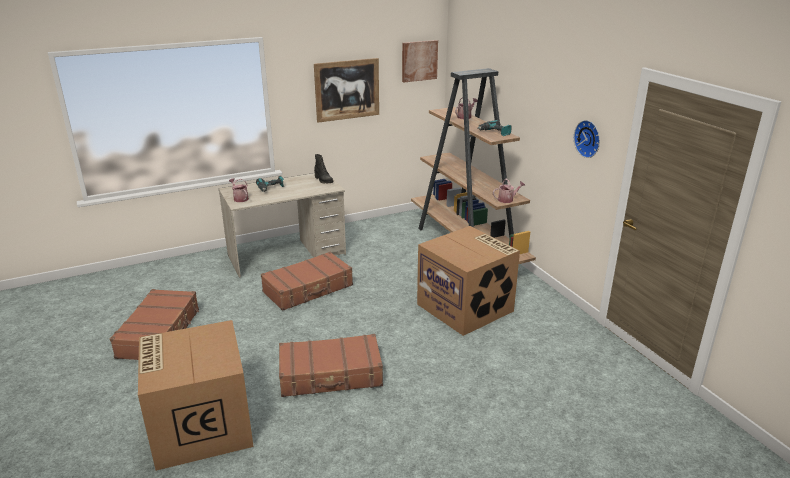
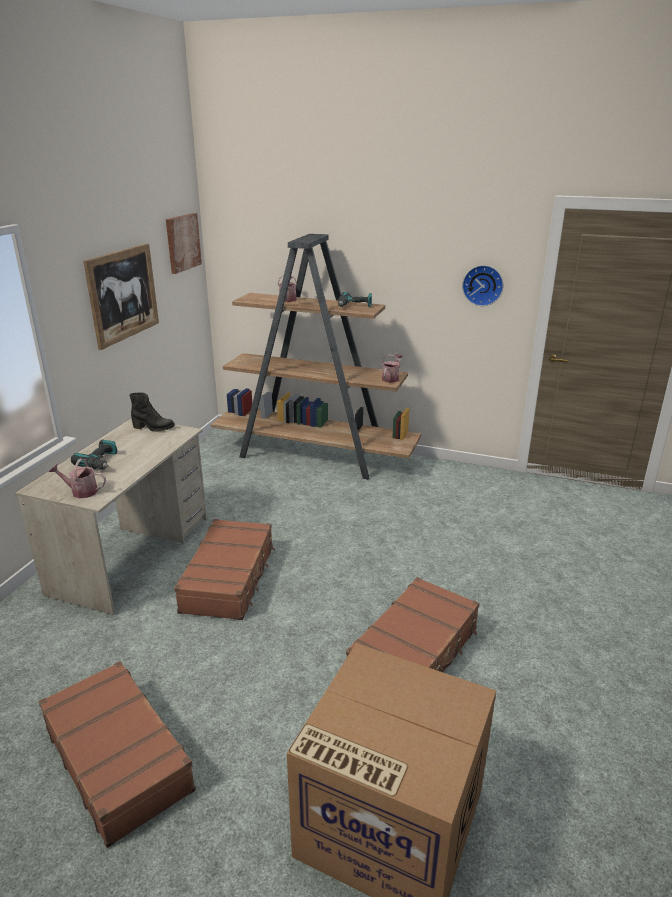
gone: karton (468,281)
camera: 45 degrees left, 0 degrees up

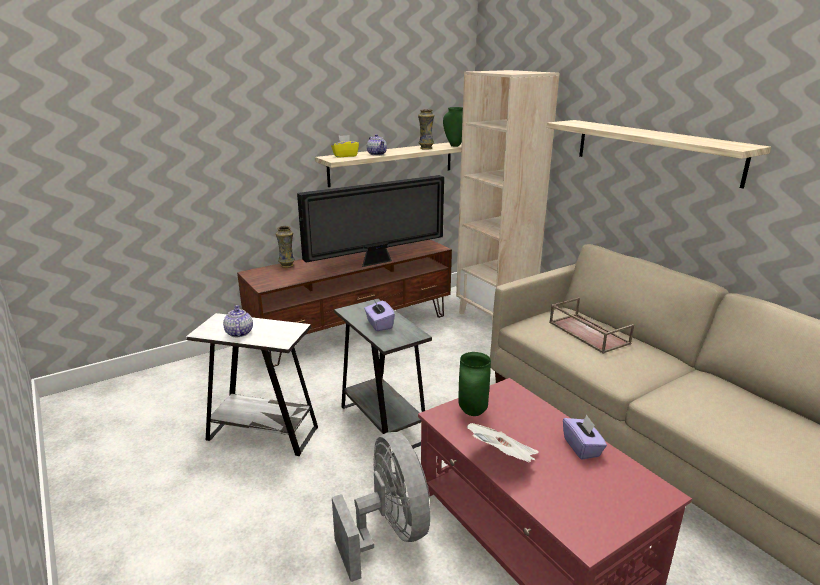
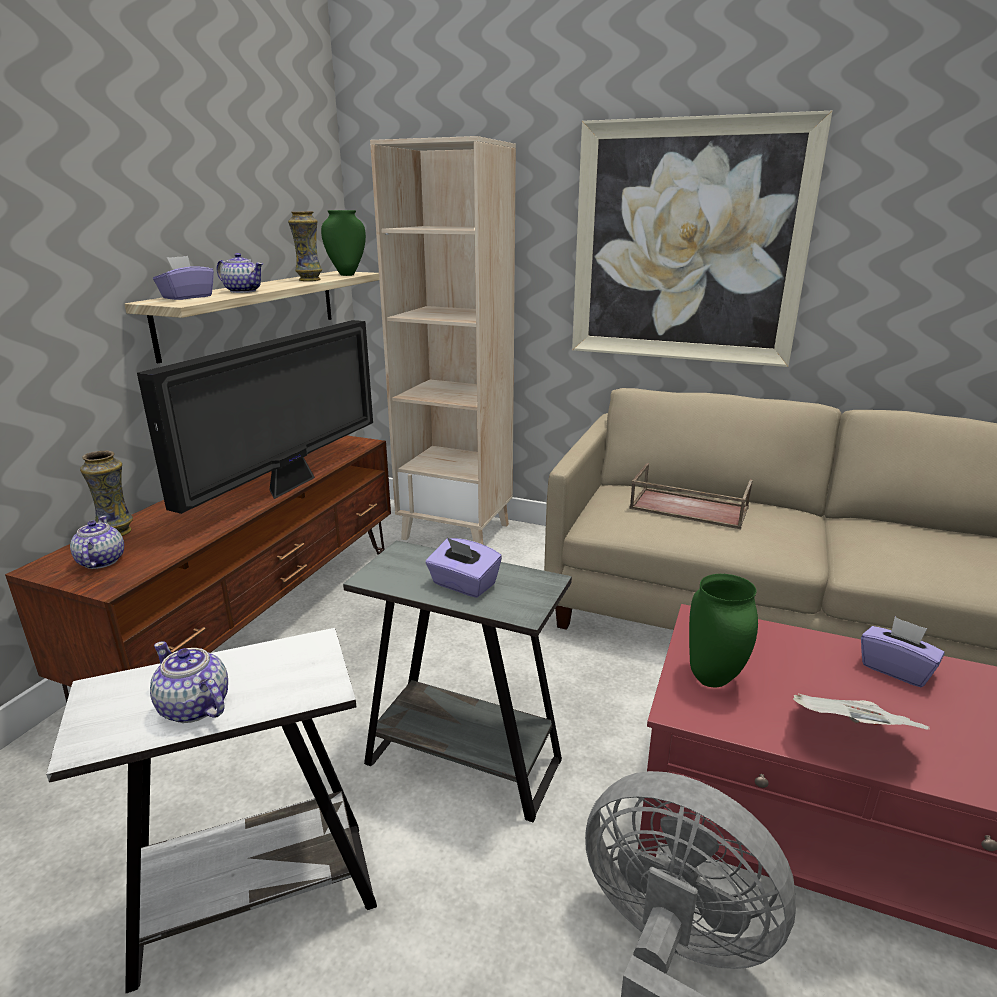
new: imbryk (97,542)
swapped: półka (659,154) to obraz (702,239)
repainted: pudełko chusteczek/żółty (345,146) to pudełko chusteczek/fioletowy (183,278)
camera: 35 degrees left, 0 degrees up

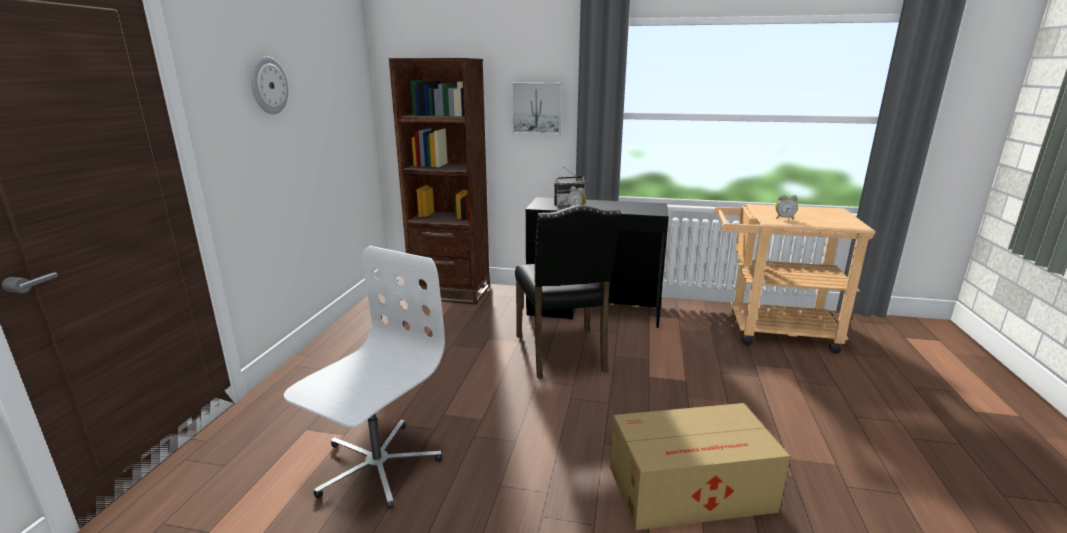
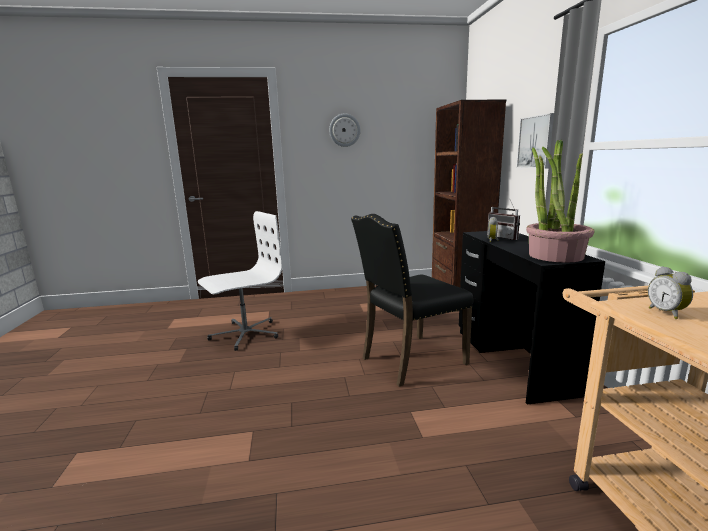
gone: karton (700,466)
new: roślina doniczkowa (560,201)
rotated: krzesło biurowe/biały (364,377) = (240,281) 45 degrees counterclockwise
camera: 70 degrees right, 5 degrees down

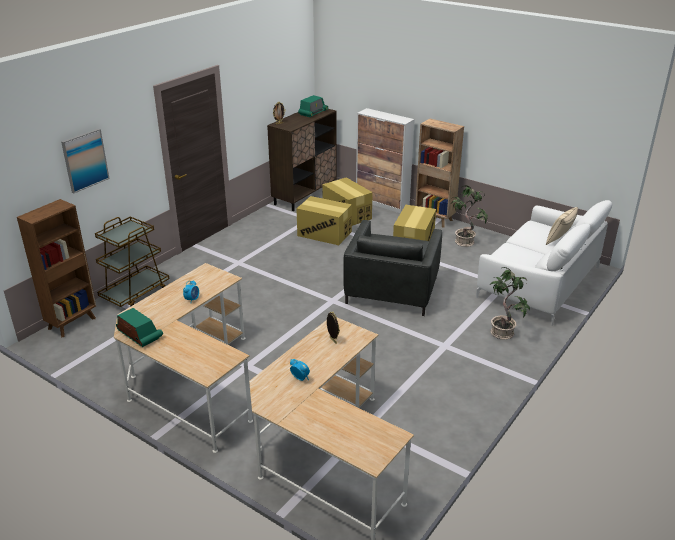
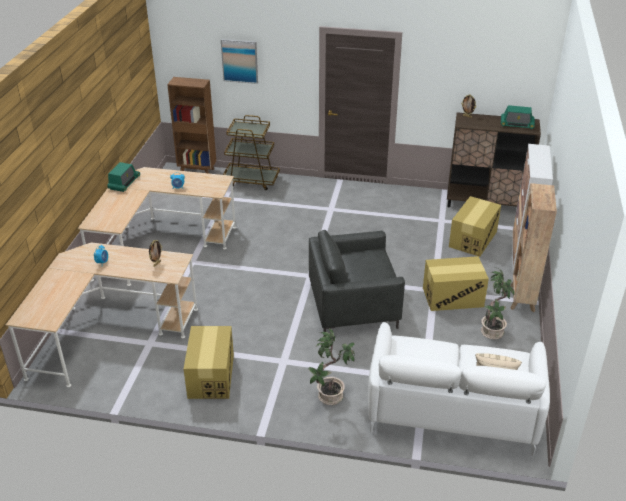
shifted: karton (324,220) to (209,362)
camera: 65 degrees right, 5 degrees up

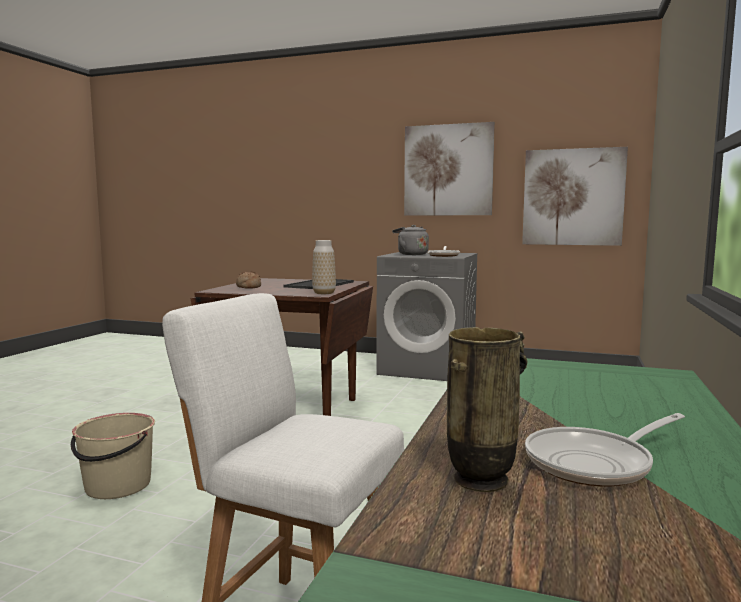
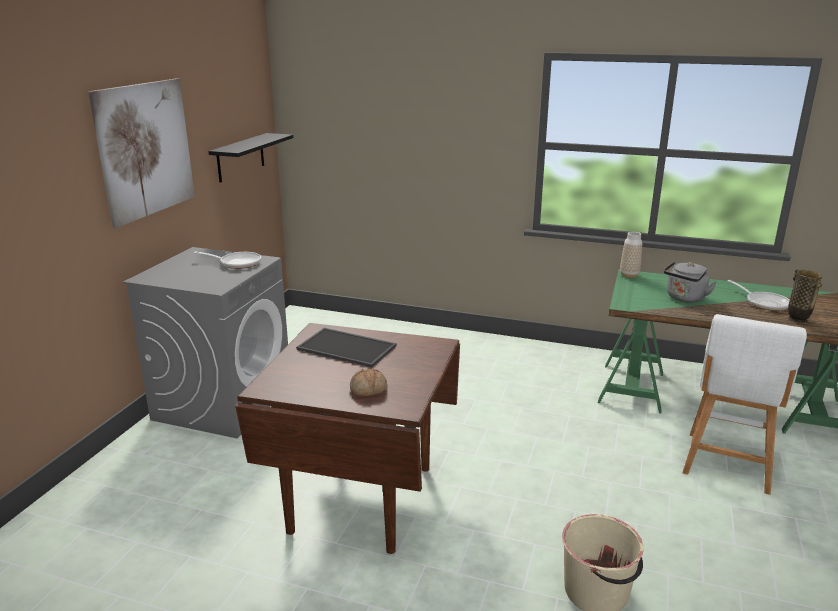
shifted: wazon (324,267) to (631,255); czajnik/szary (410,240) to (690,281)
swapped: obraz (575,196) to półka/czarny (250,158)
camera: 90 degrees left, 15 degrees up

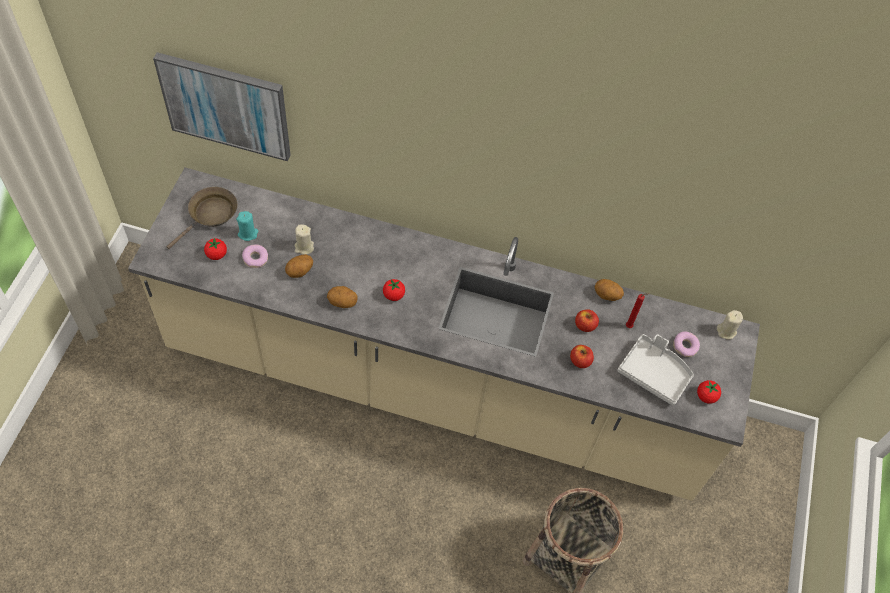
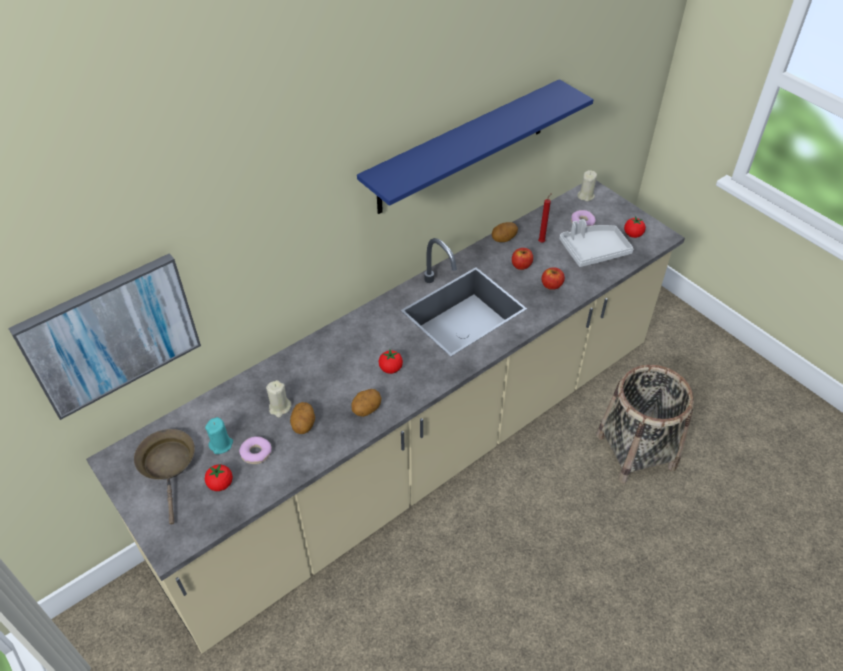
new: półka/niebieski (475,146)
camera: 50 degrees left, 10 degrees down

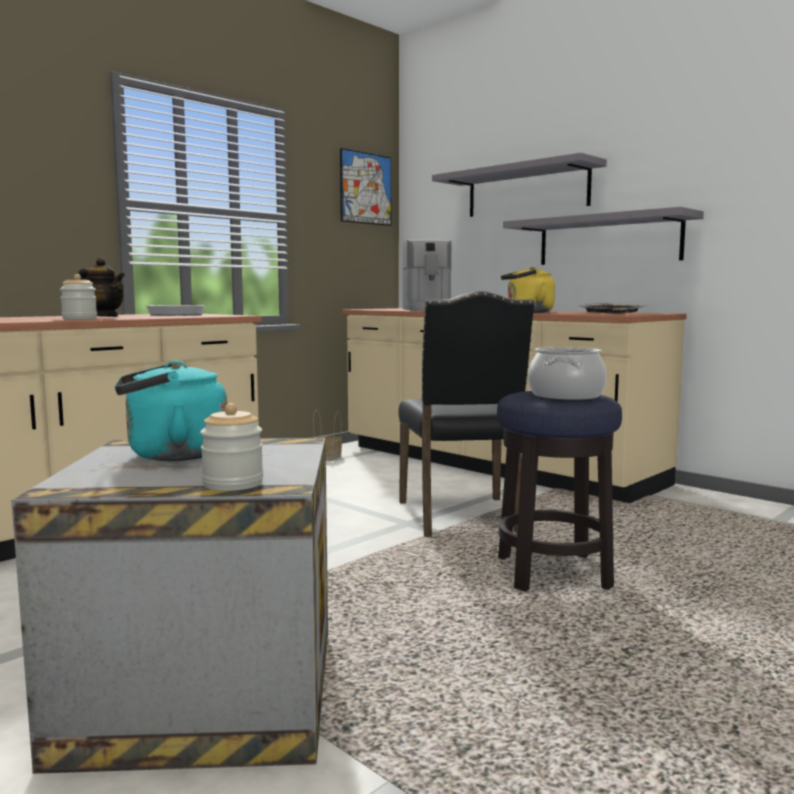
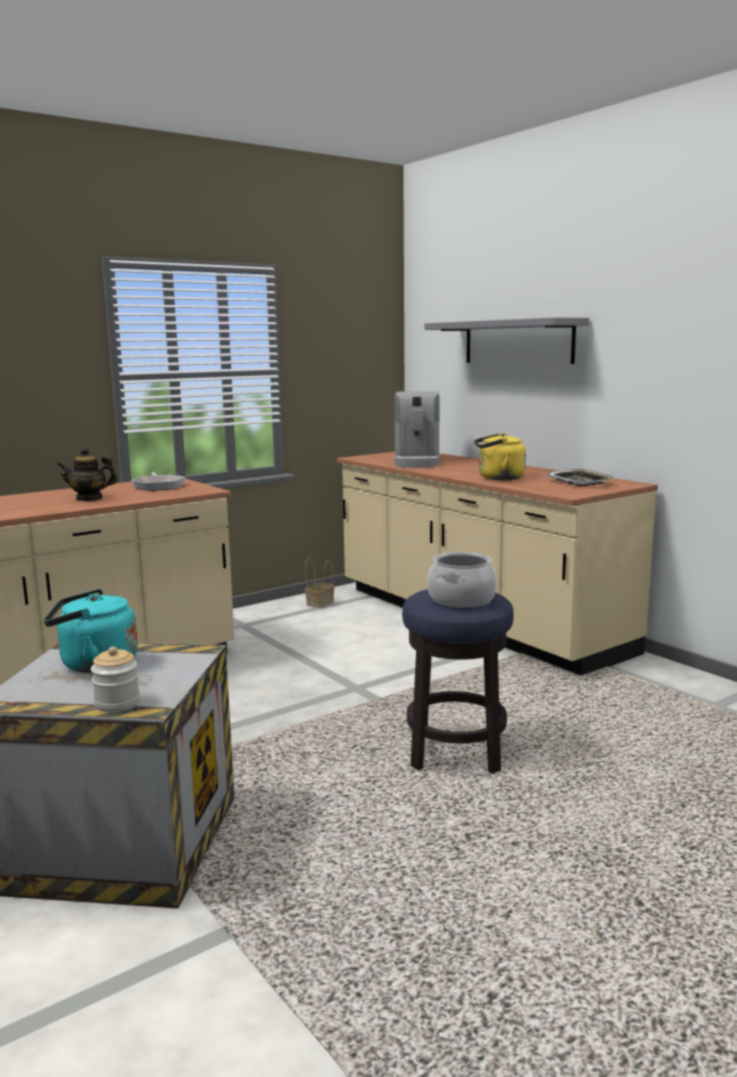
gone: słoik (78,296); obraz (365,187); krzesło/czarny (466,414); półka/szary (603,236)
rotated: imbryk (101,287) = (87,474) 135 degrees clockwise
camera: 10 degrees right, 5 degrees up

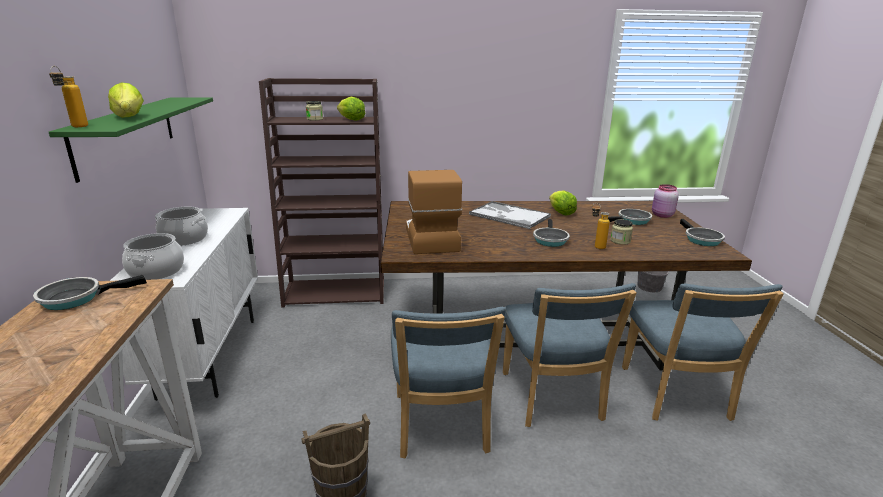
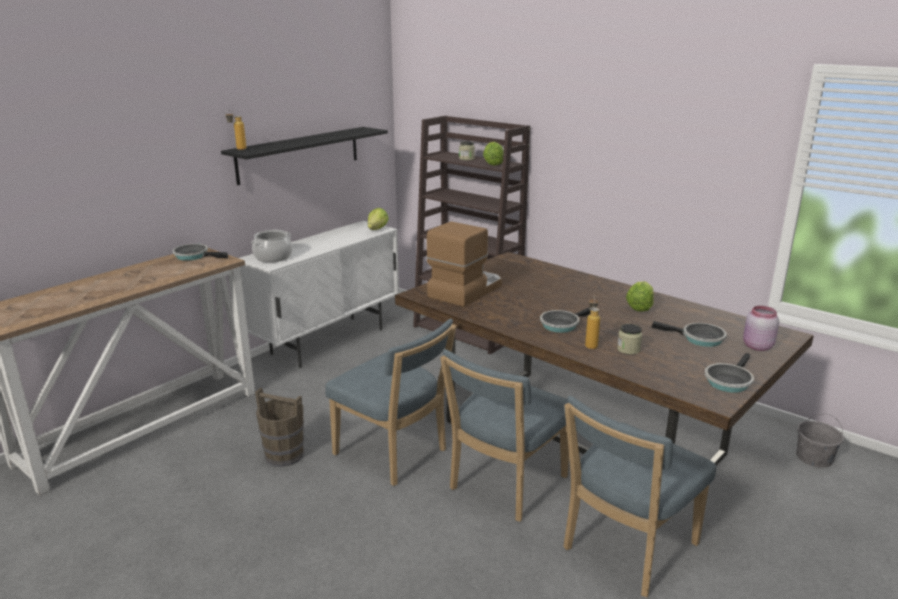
gone: garnek (181,226); taca (510,215)
shifted: sałata (126,100) to (378,219)
repainted: półka/zielony (131,140) to półka/czarny (304,156)
rotated: krzesło/niebieski (448,382) = (390,402) 90 degrees counterclockwise
camera: 45 degrees right, 0 degrees up

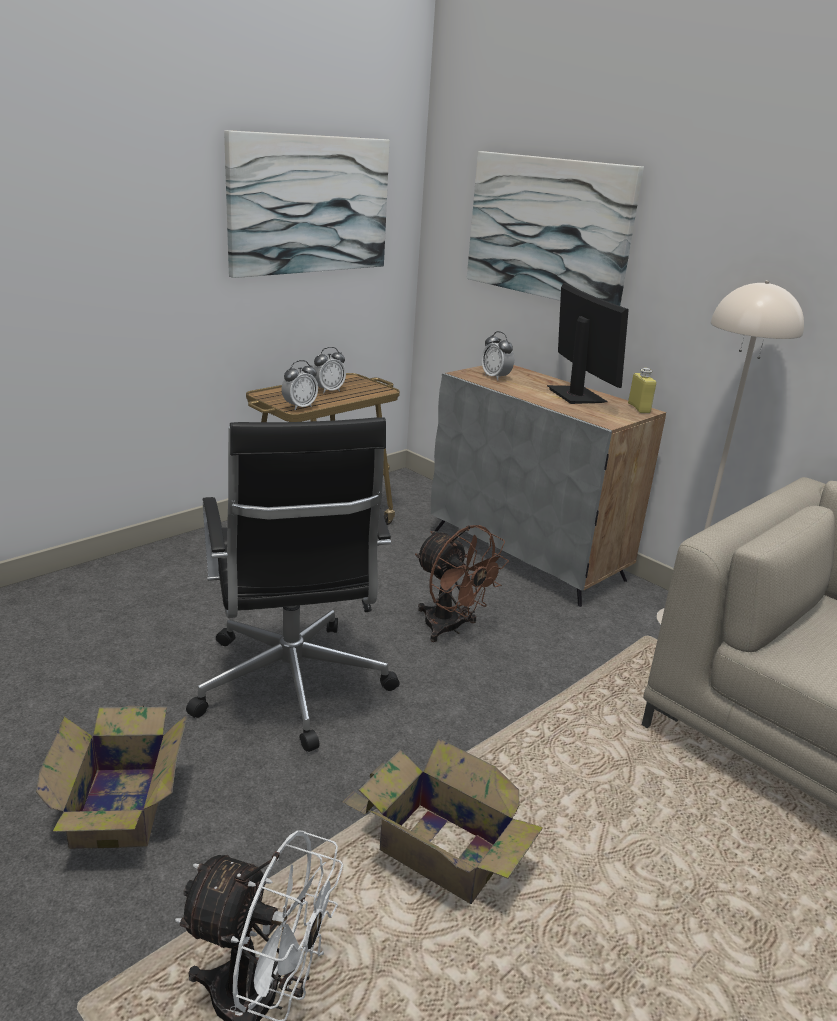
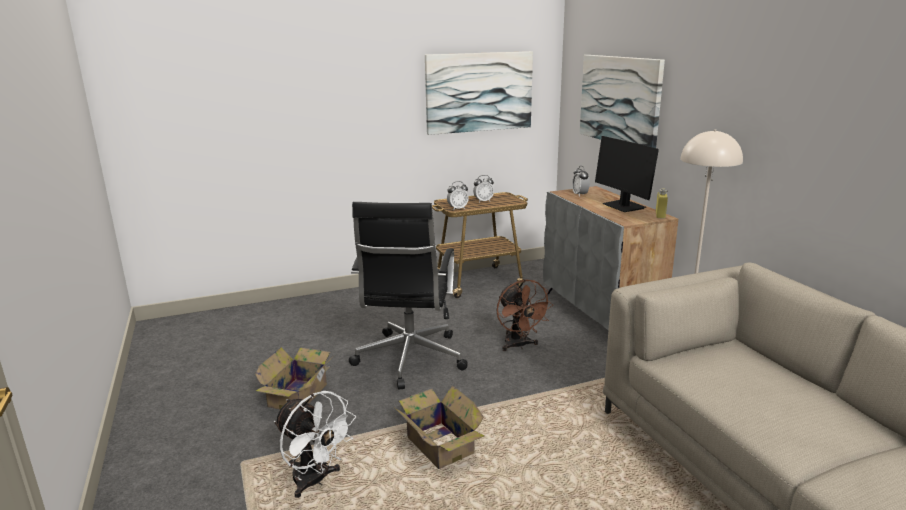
rotated: monitor (588,343) = (627,174) 150 degrees clockwise
camera: 25 degrees right, 5 degrees down

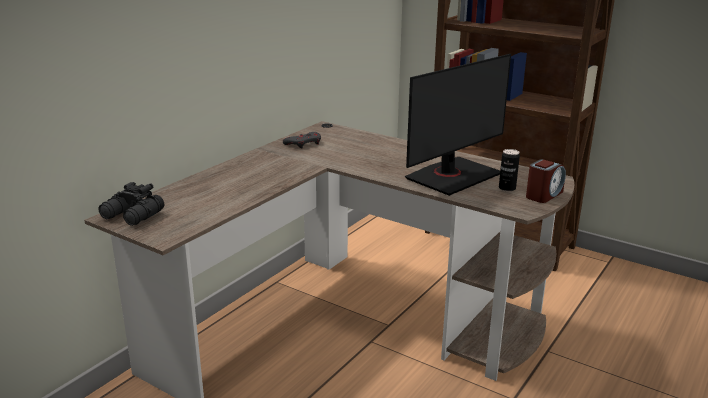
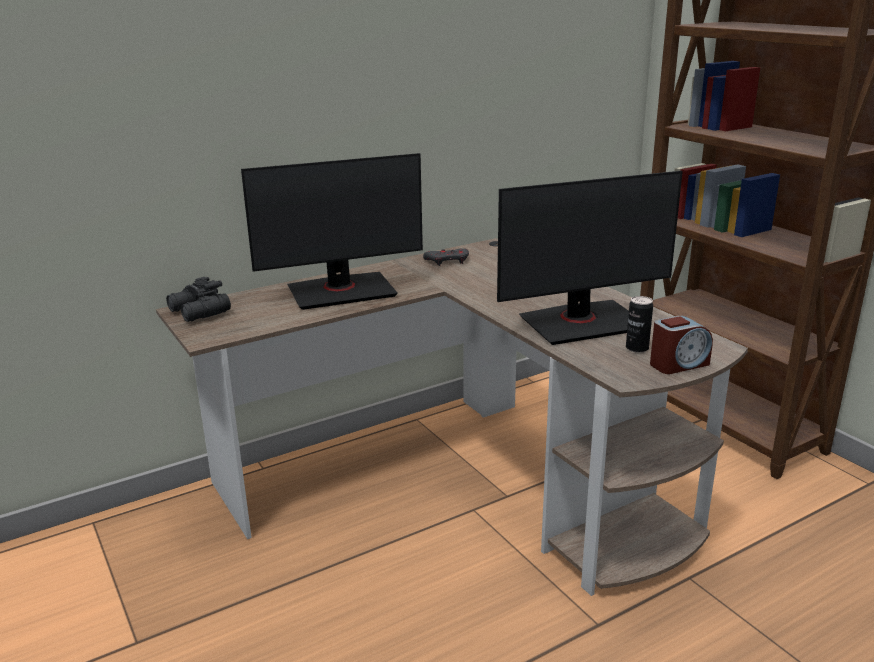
new: monitor (332,231)
camera: 25 degrees right, 0 degrees up

